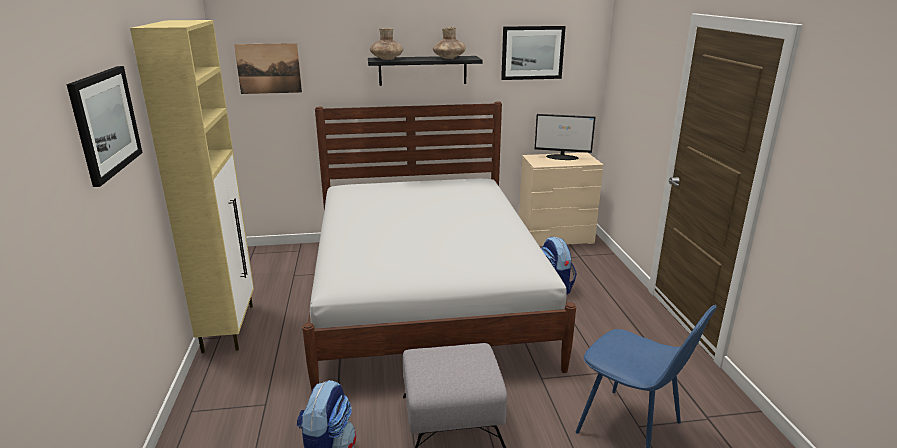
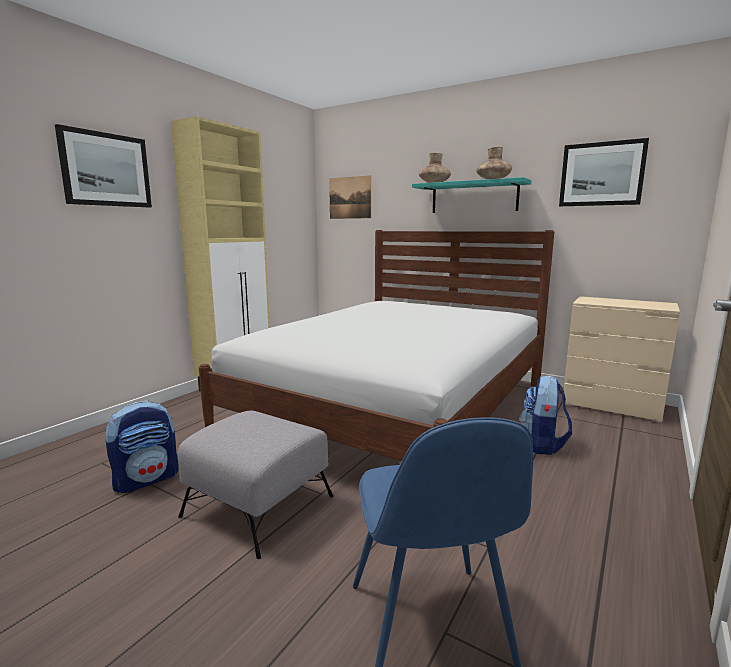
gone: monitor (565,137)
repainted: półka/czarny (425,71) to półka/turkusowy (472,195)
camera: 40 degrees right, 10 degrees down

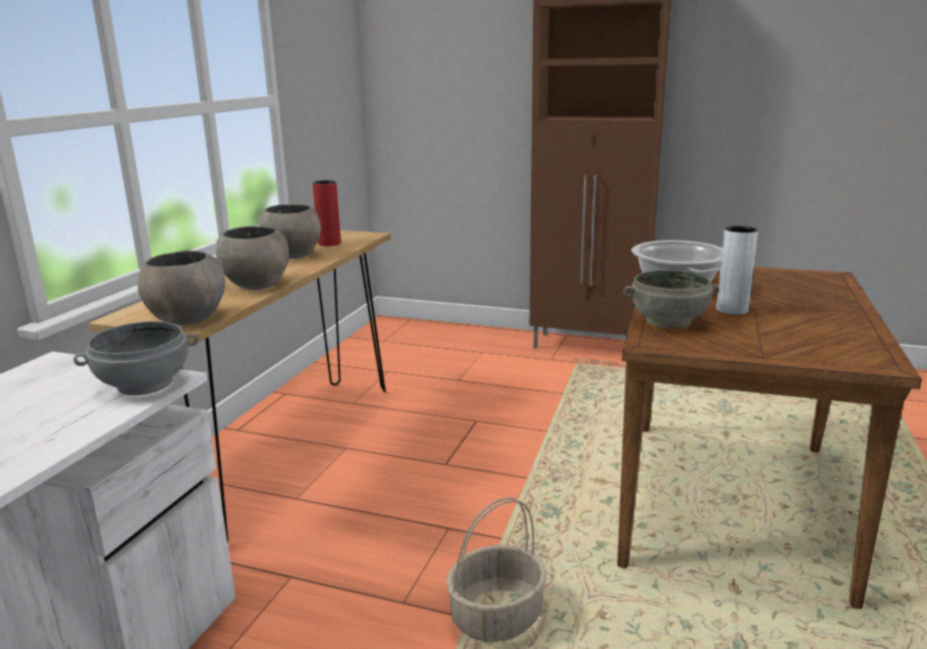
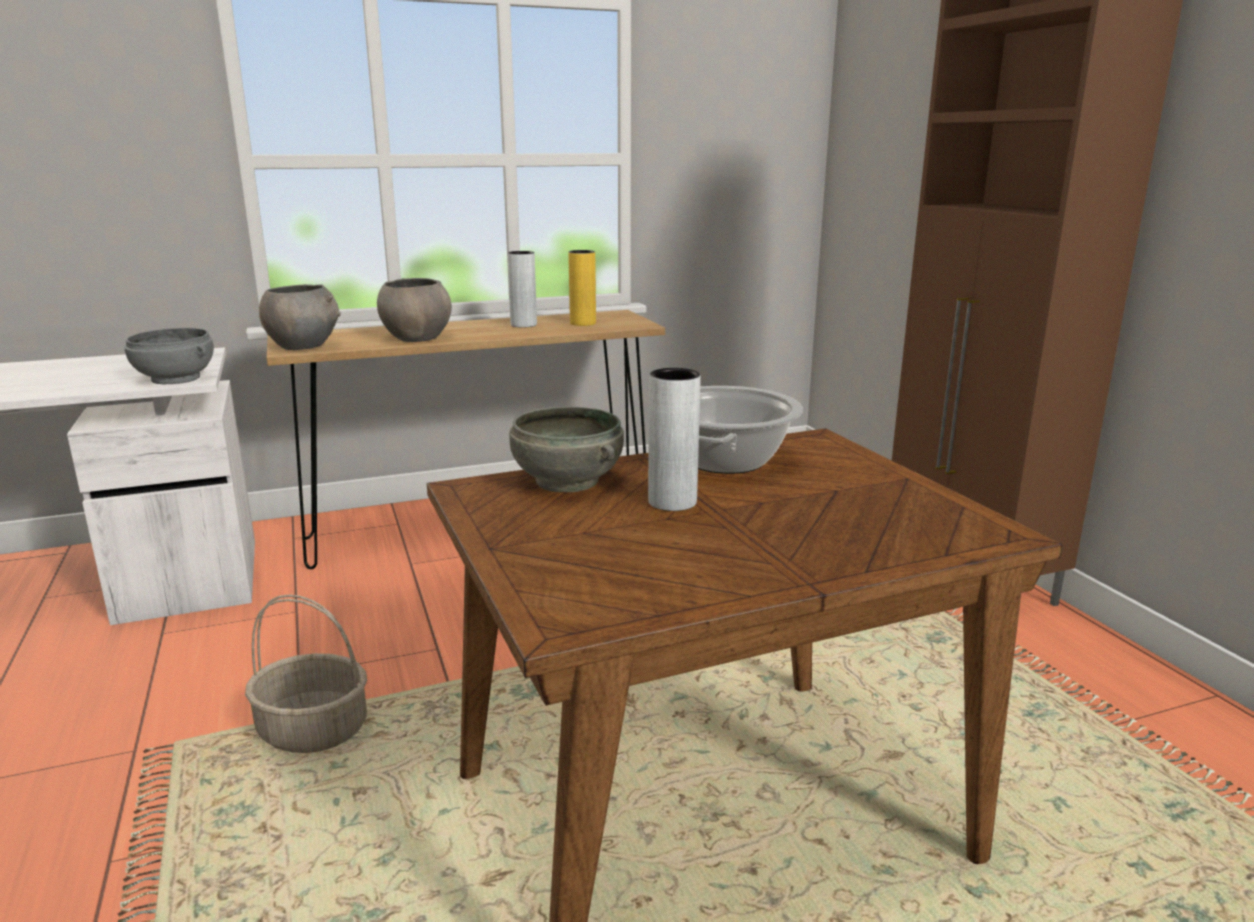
swapped: miska/szary (289,231) to wazon/szary (522,289)
repainted: wazon/czerwony (327,213) to wazon/żółty (582,288)
camera: 50 degrees right, 0 degrees up

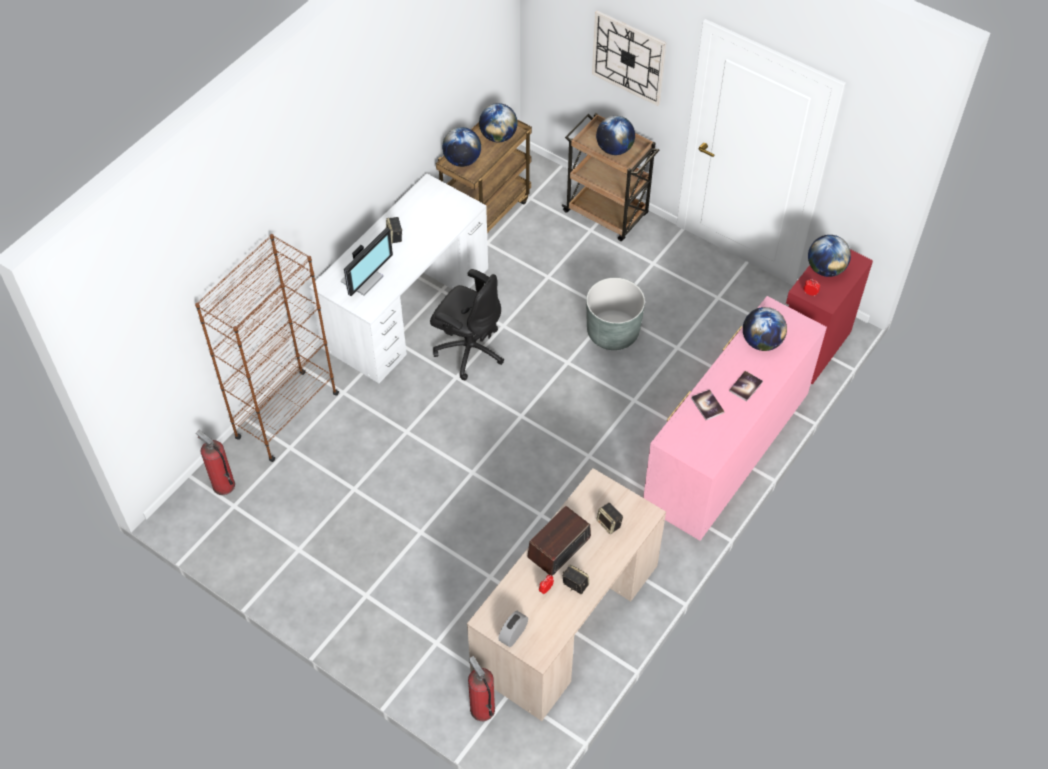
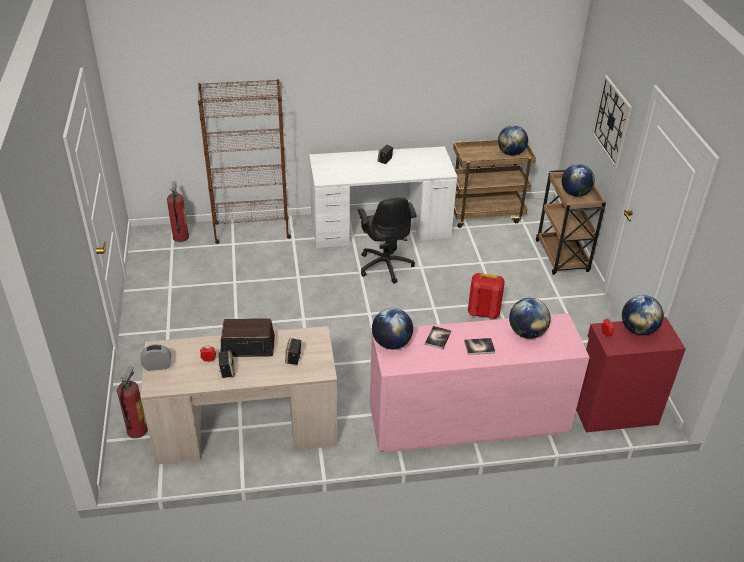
gone: monitor (367,261)
shifted: globus (461,147) to (392,328)
swapped: donica/szary (615,314) to plecak/czerwony (486,296)
camera: 45 degrees right, 15 degrees down

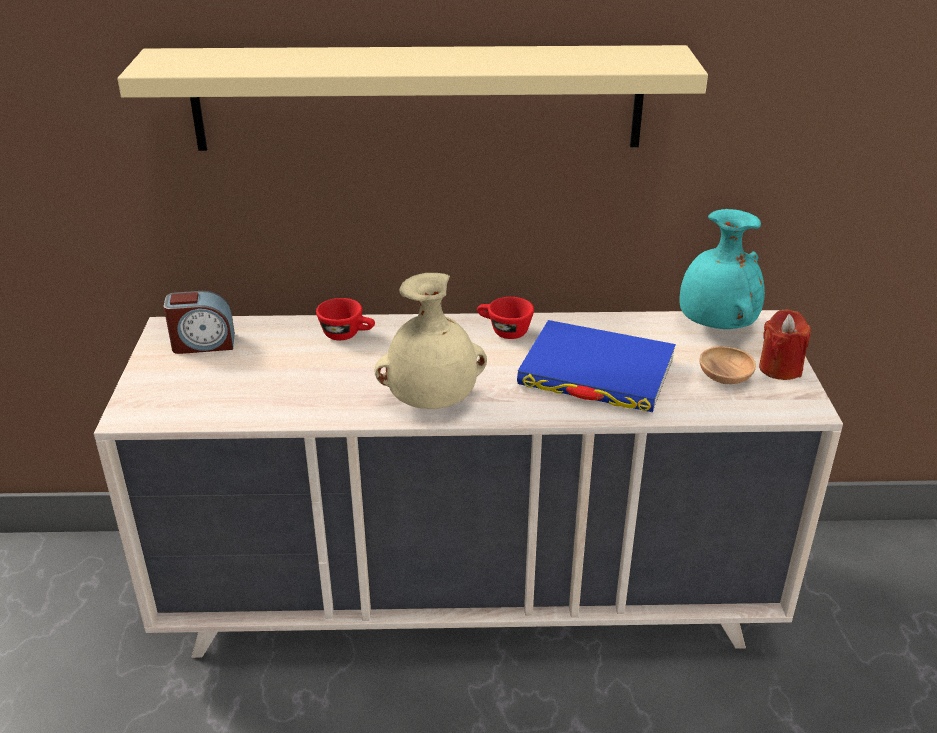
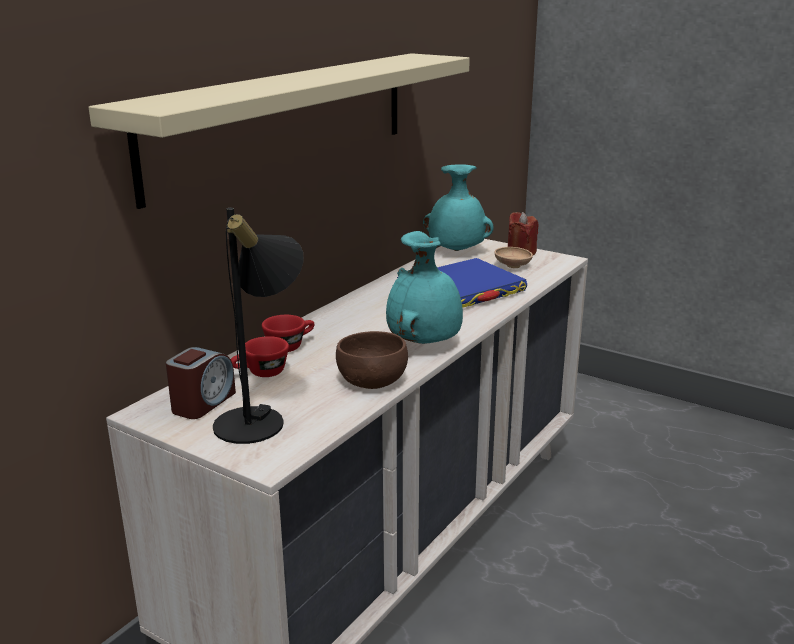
new: lampa stołowa/czarny (258,326); miska/brązowy (372,360)
shifted: filiżanka/czerwony (505,318) to (260,356)
repainted: wazon/beżowy (430,341) to wazon/turkusowy (424,287)
camera: 55 degrees left, 10 degrees down

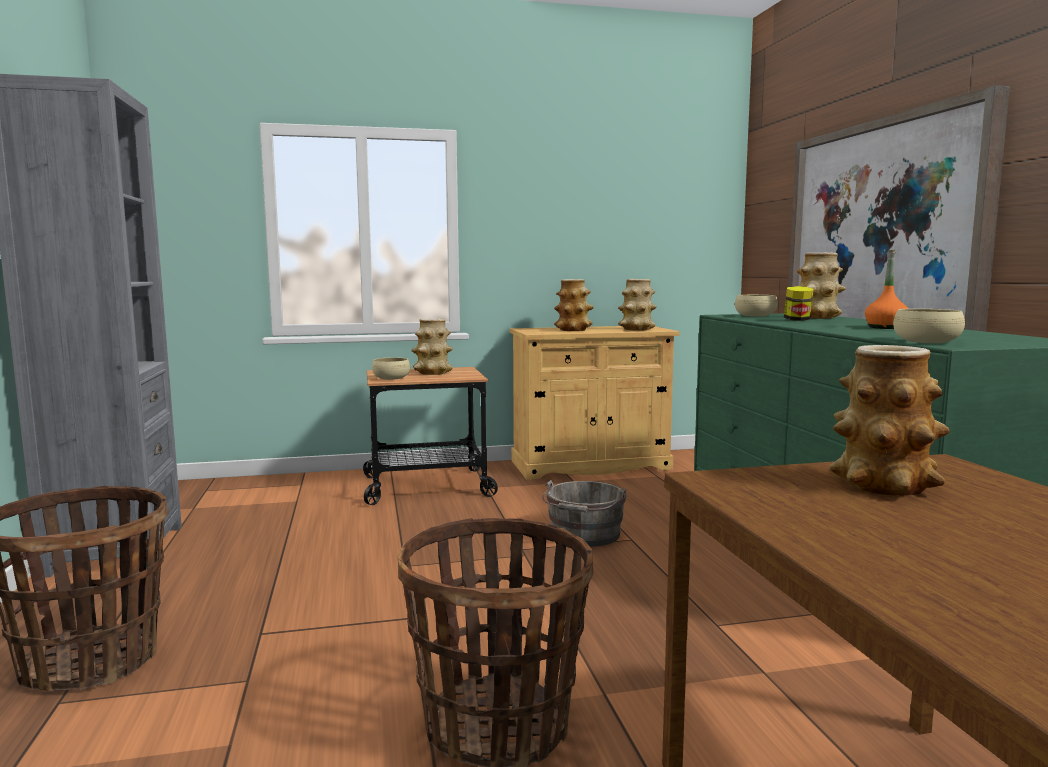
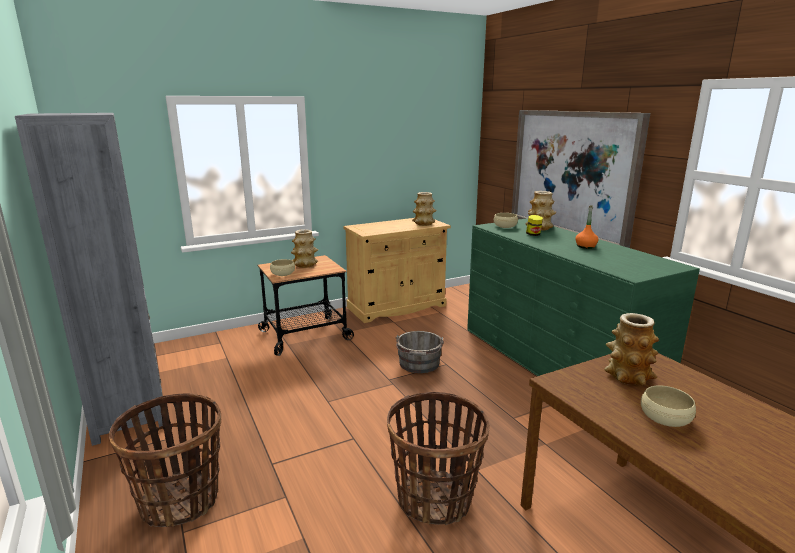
gone: wazon (574,305)
shifted: miska/beżowy (929,326) to (668,406)
camera: 15 degrees left, 10 degrees up

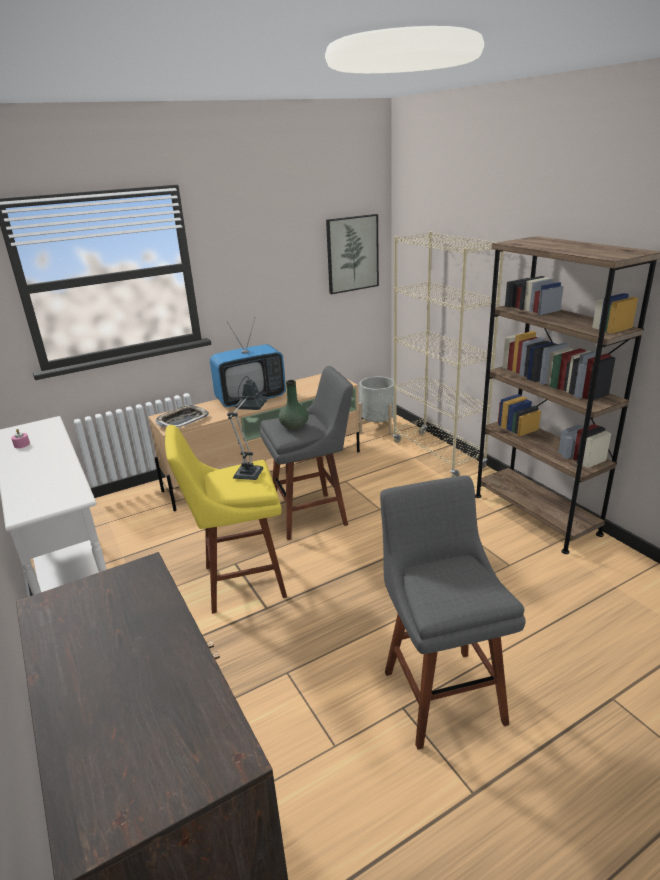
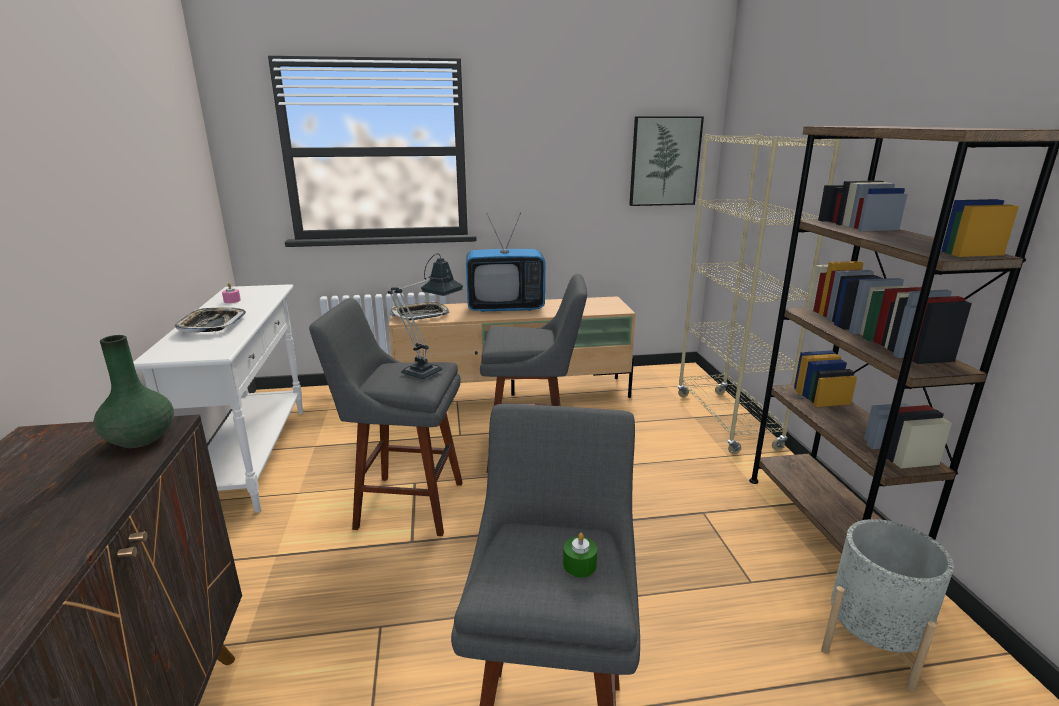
new: taca (210,320); świeca/zielony (580,555)
shifted: wazon/zielony (294,405) to (133,391); donica/szary (376,405) to (887,605)
repainted: stołek/żółty (226,519) to stołek/szary (386,417)
camera: 20 degrees right, 5 degrees down

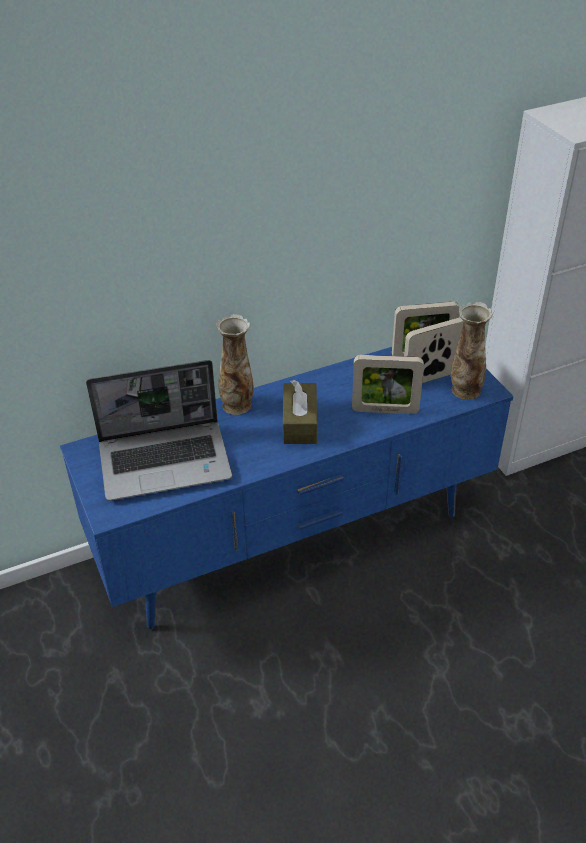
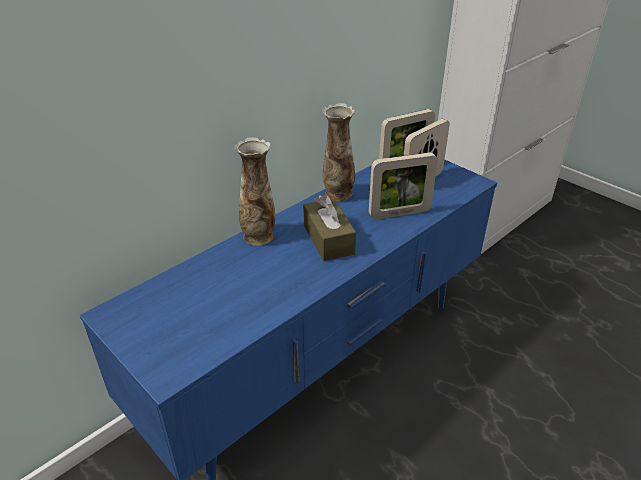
gone: laptop (159,430)
shifted: wazon (472,351) to (339,152)
camera: 20 degrees left, 5 degrees down

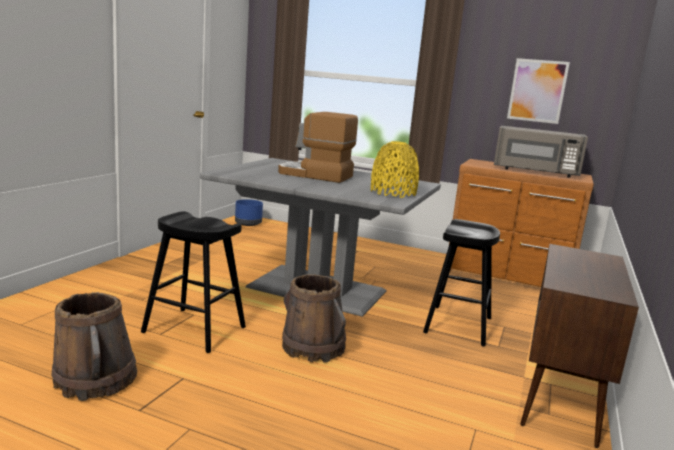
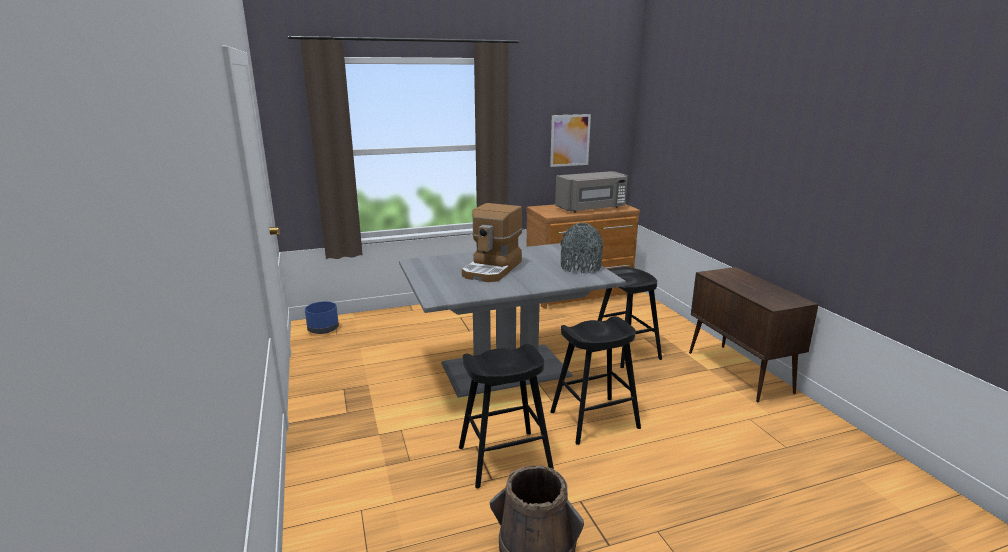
swapped: wiadro/brązowy (314,318) to stołek/czarny (595,380)
repainted: wazon/żółty (395,169) to wazon/szary (582,248)
rotated: ekspres do kawy (318,147) = (492,242) 45 degrees counterclockwise
camera: 40 degrees left, 5 degrees up

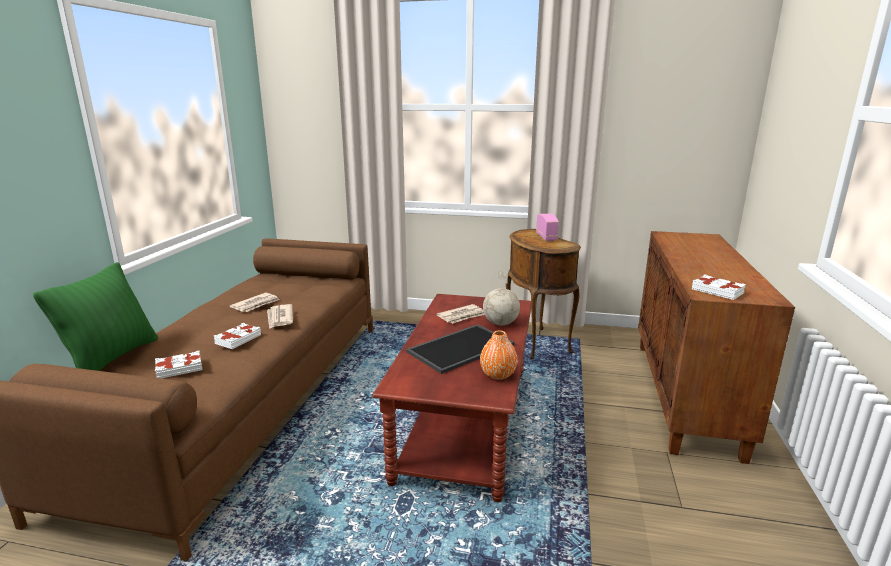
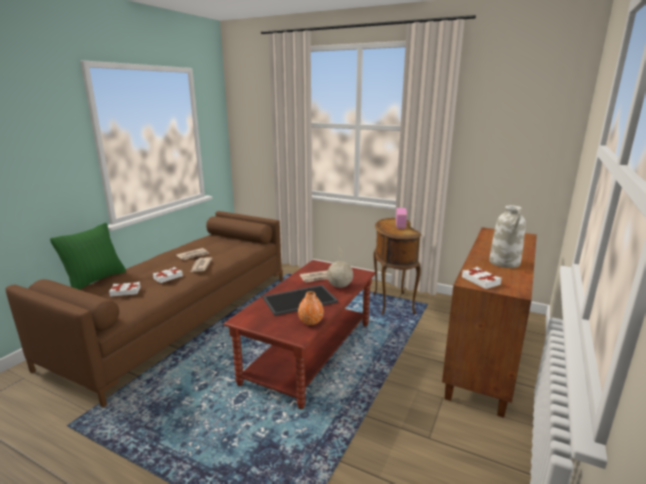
new: wazon/biały (507,236)
camera: 15 degrees right, 0 degrees up

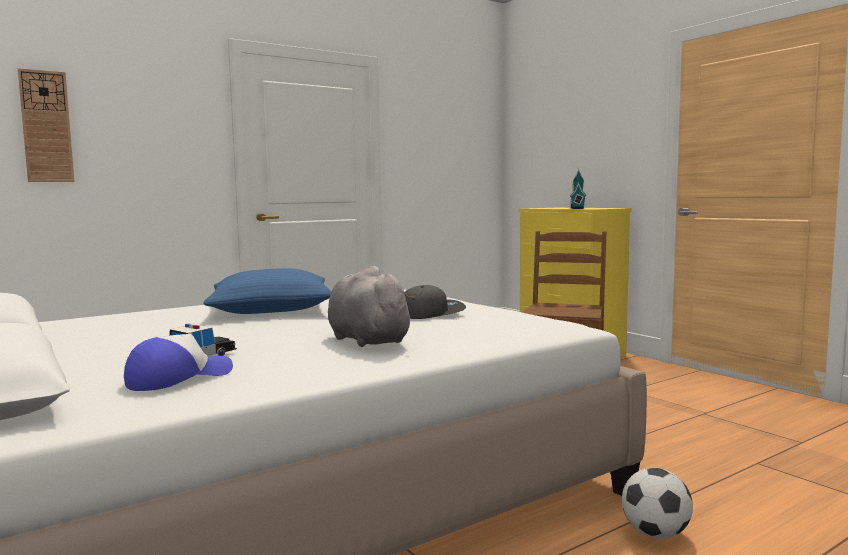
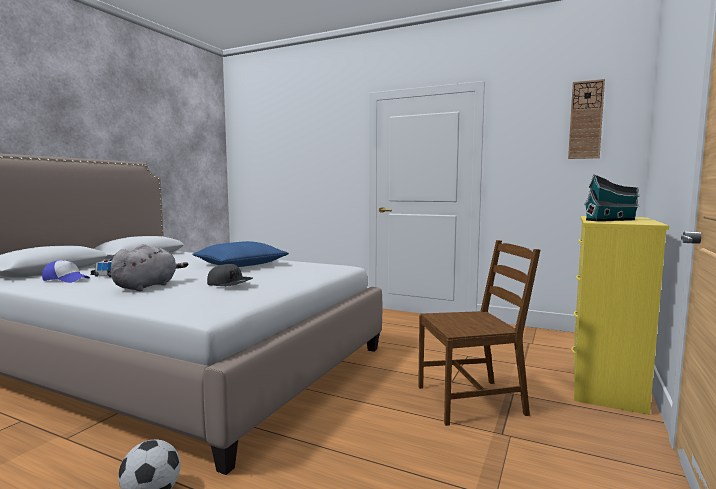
shifted: zegar ścienny (46,125) to (586,119)
camera: 60 degrees right, 0 degrees up

